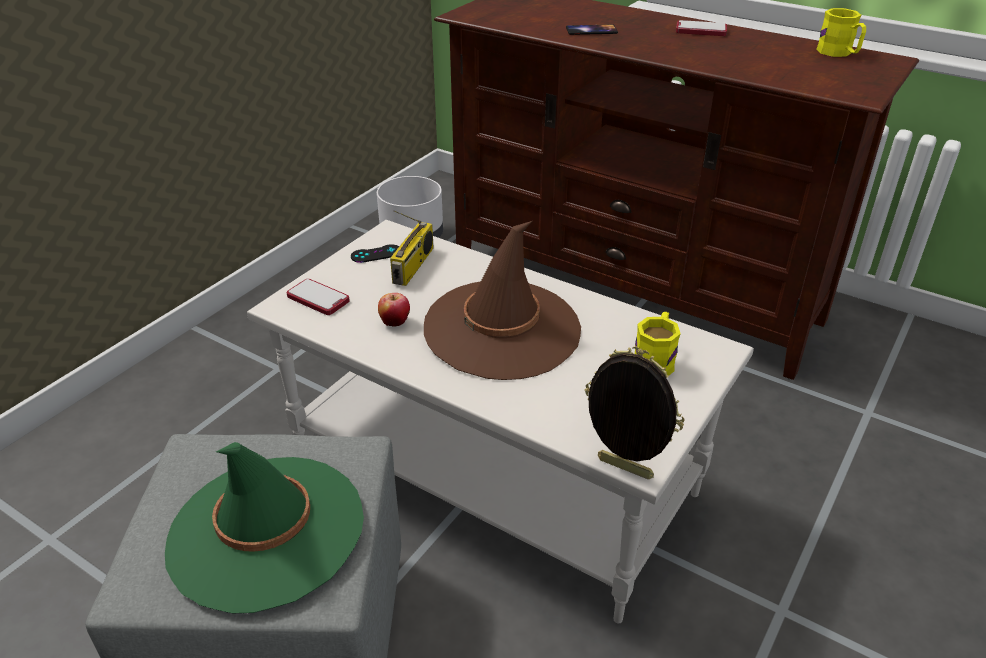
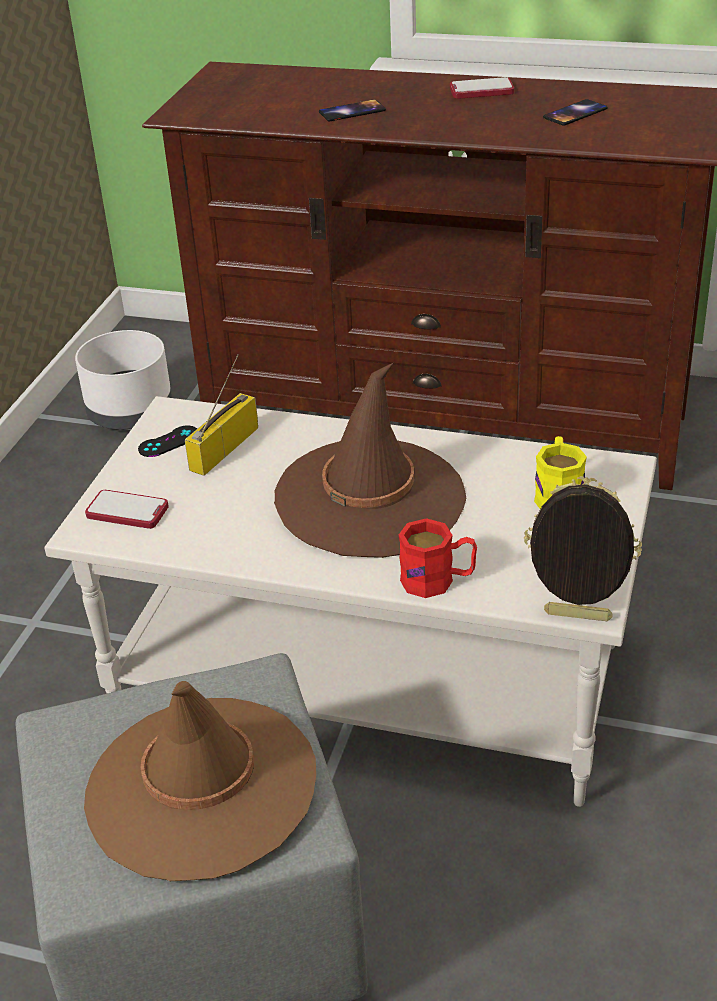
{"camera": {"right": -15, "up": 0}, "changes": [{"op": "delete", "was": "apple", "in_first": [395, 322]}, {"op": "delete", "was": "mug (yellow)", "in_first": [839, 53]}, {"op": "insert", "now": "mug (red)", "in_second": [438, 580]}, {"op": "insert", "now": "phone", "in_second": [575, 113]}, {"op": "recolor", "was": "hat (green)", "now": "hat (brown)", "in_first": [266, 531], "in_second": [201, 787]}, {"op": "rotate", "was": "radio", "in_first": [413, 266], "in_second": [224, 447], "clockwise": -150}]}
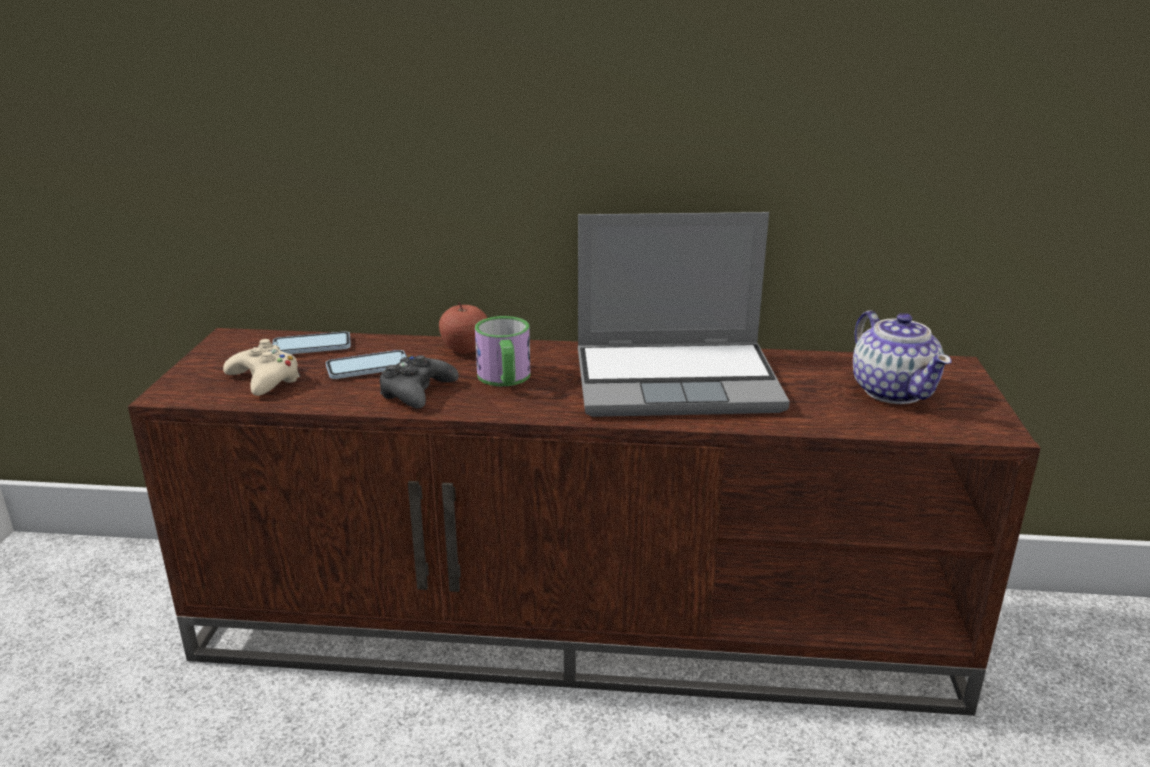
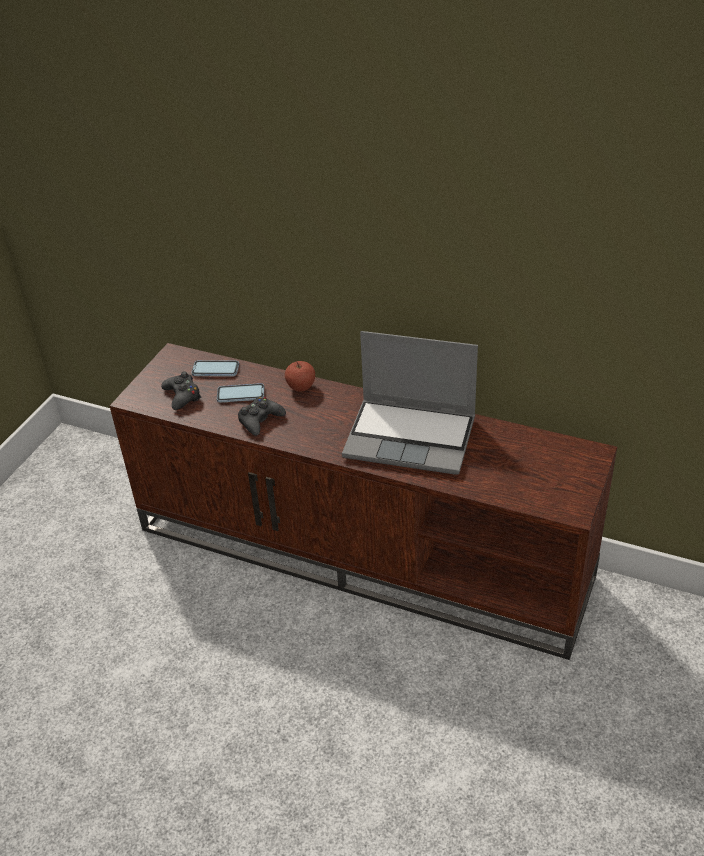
{"camera": {"right": 20, "up": 15}, "changes": [{"op": "delete", "was": "mug", "in_first": [505, 379]}, {"op": "delete", "was": "teapot", "in_first": [893, 391]}, {"op": "recolor", "was": "game controller (beige)", "now": "game controller (black)", "in_first": [265, 380], "in_second": [182, 396]}]}
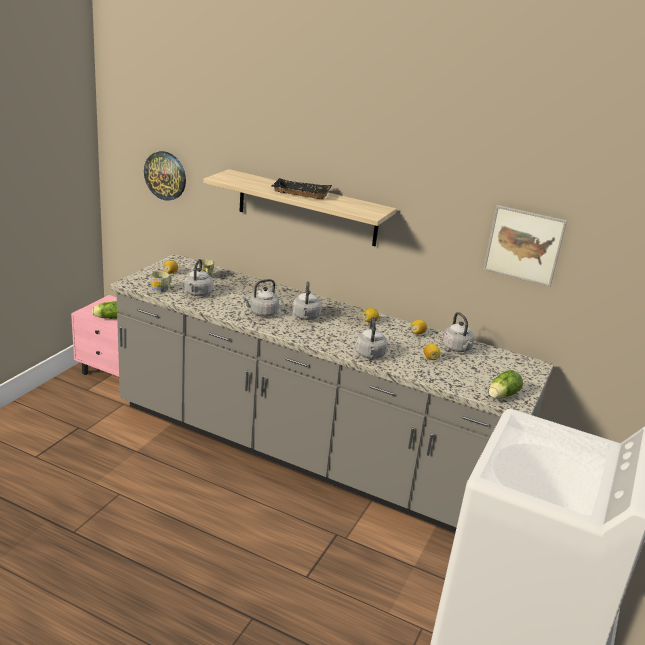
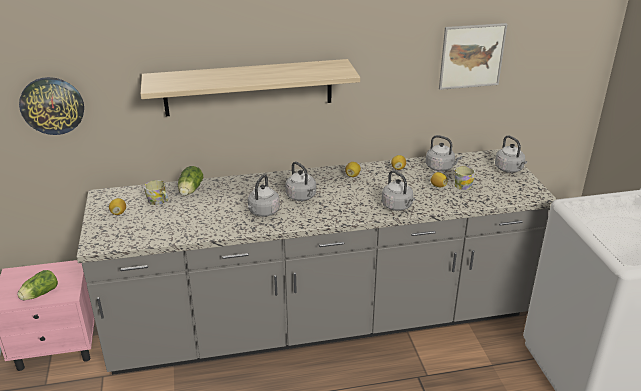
{"camera": {"right": -35, "up": 5}, "changes": [{"op": "delete", "was": "tray (black)", "in_first": [299, 193]}, {"op": "move", "was": "mug", "in_first": [161, 289], "in_second": [462, 184]}, {"op": "move", "was": "kettle (grey)", "in_first": [198, 293], "in_second": [509, 169]}, {"op": "move", "was": "lettuce", "in_first": [501, 396], "in_second": [190, 191]}]}
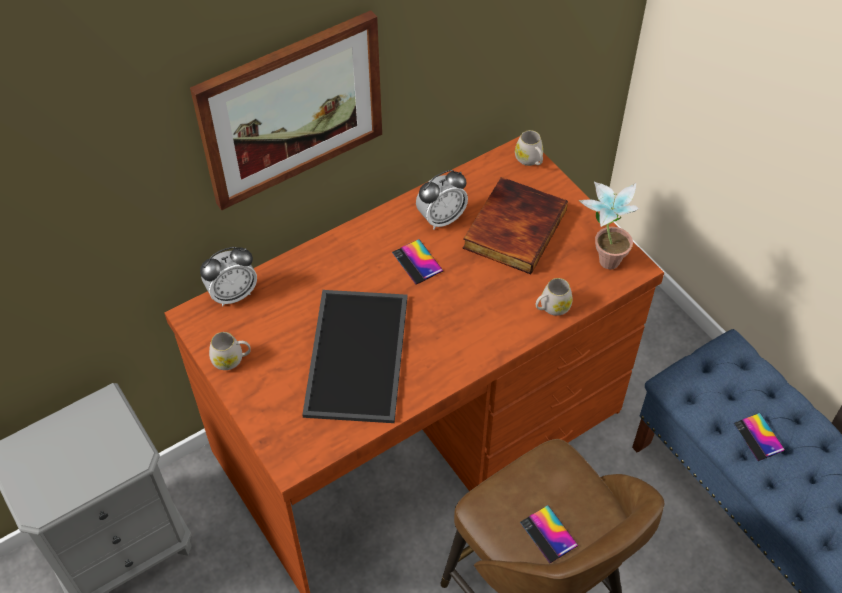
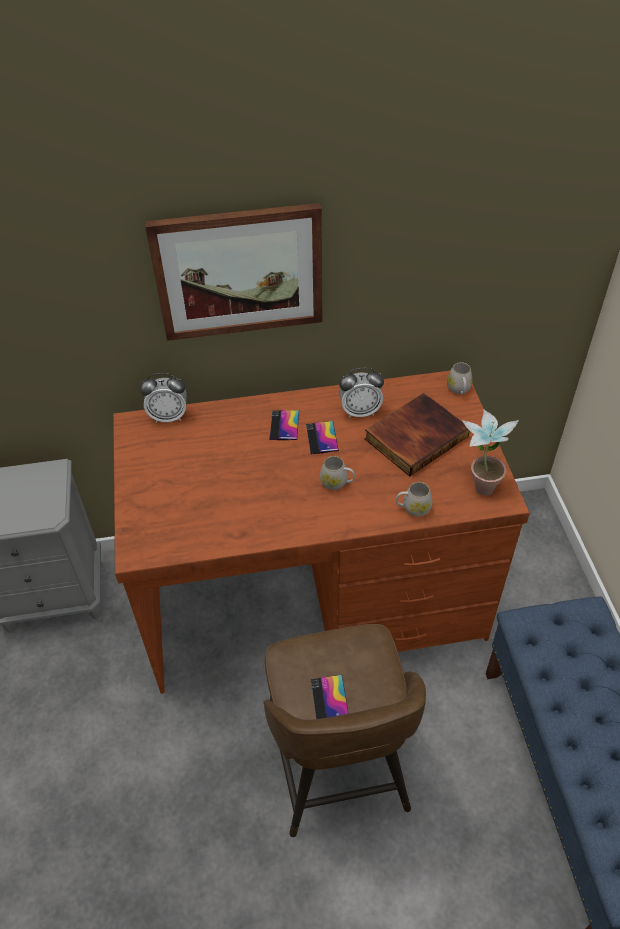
{"camera": {"right": 25, "up": -5}, "changes": [{"op": "delete", "was": "tray", "in_first": [359, 356]}, {"op": "move", "was": "mug (white)", "in_first": [231, 359], "in_second": [337, 483]}, {"op": "move", "was": "phone", "in_first": [758, 437], "in_second": [284, 425]}]}
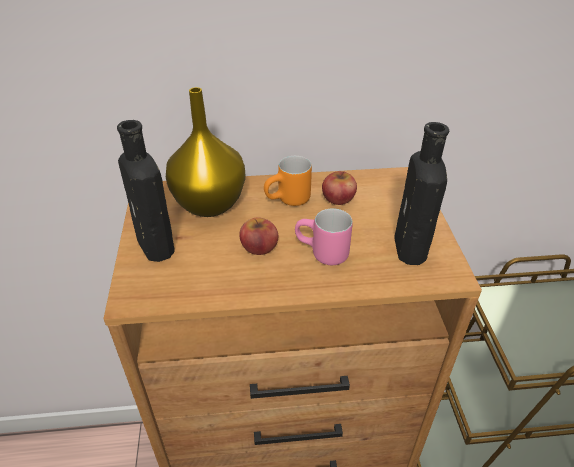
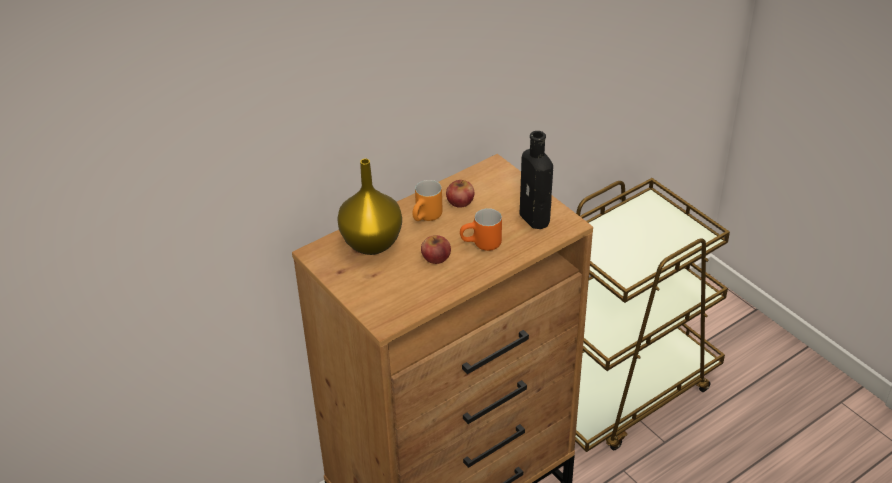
{"camera": {"right": -30, "up": 0}, "changes": [{"op": "delete", "was": "bottle (black)", "in_first": [157, 247]}, {"op": "recolor", "was": "mug (pink)", "now": "mug (orange)", "in_first": [321, 254], "in_second": [481, 245]}]}
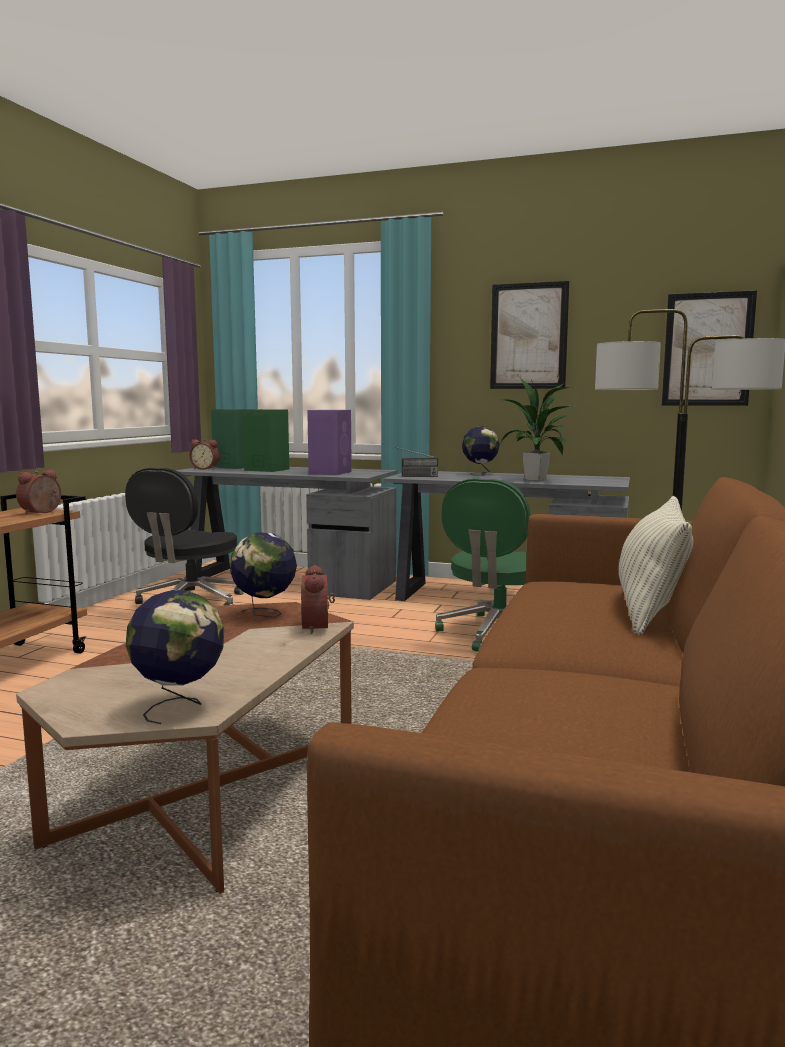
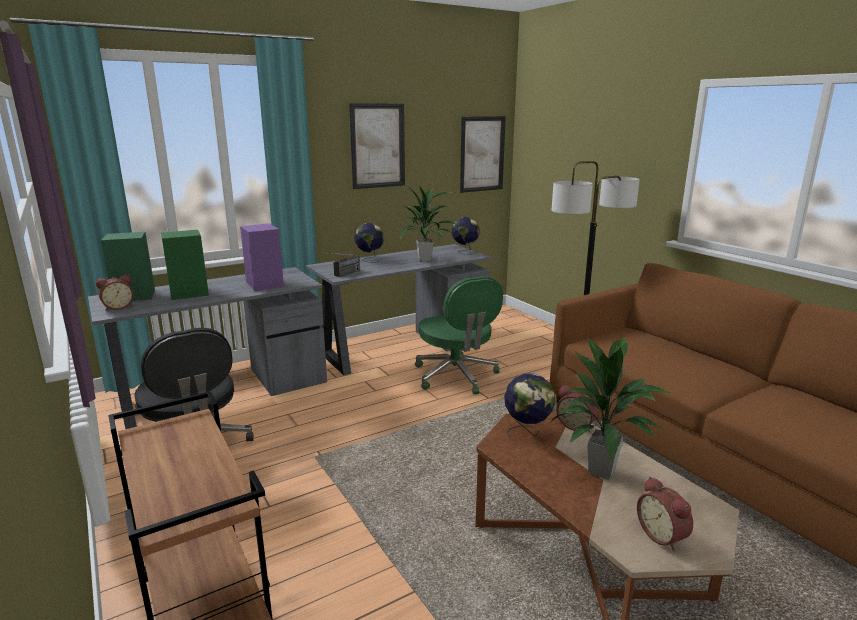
{"camera": {"right": -50, "up": 10}, "changes": [{"op": "delete", "was": "pillow", "in_first": [652, 608]}, {"op": "insert", "now": "potted plant", "in_second": [602, 470]}, {"op": "move", "was": "alarm clock", "in_first": [42, 512], "in_second": [663, 535]}, {"op": "move", "was": "globe", "in_first": [179, 706], "in_second": [465, 252]}]}
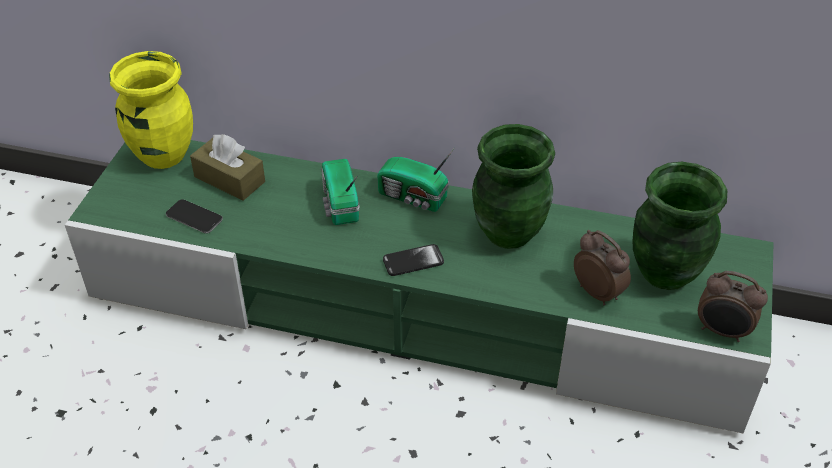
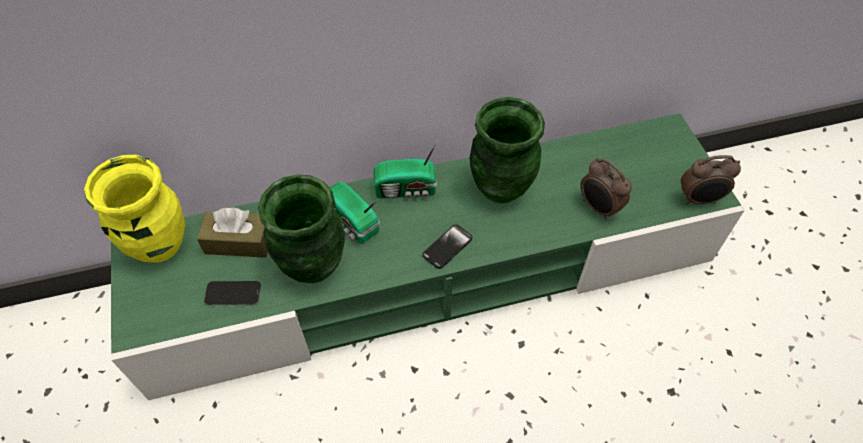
{"camera": {"right": -30, "up": 10}, "changes": [{"op": "move", "was": "vase (green)", "in_first": [664, 272], "in_second": [311, 265]}, {"op": "rotate", "was": "alarm clock", "in_first": [598, 292], "in_second": [598, 208], "clockwise": -150}]}
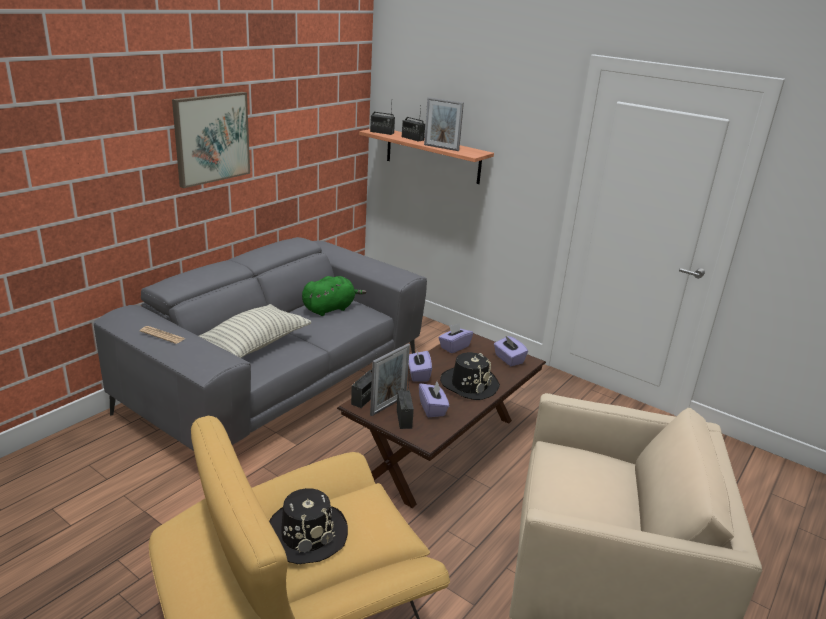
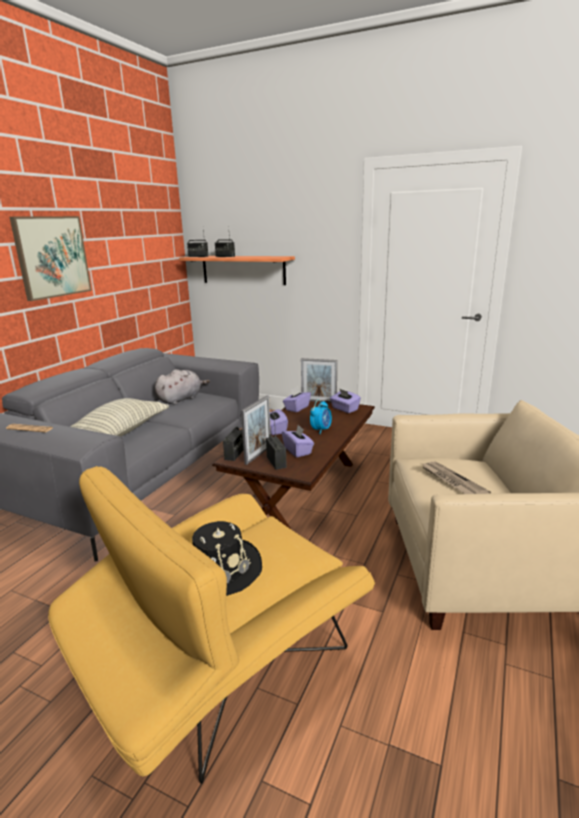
{"camera": {"right": -10, "up": -5}, "changes": [{"op": "insert", "now": "newspaper", "in_second": [452, 481]}, {"op": "move", "was": "picture frame", "in_first": [441, 148], "in_second": [319, 401]}, {"op": "replace", "was": "hat (black)", "now": "alarm clock", "in_first": [469, 384], "in_second": [321, 430]}, {"op": "recolor", "was": "plush toy (green)", "now": "plush toy (grey)", "in_first": [330, 308], "in_second": [181, 399]}]}
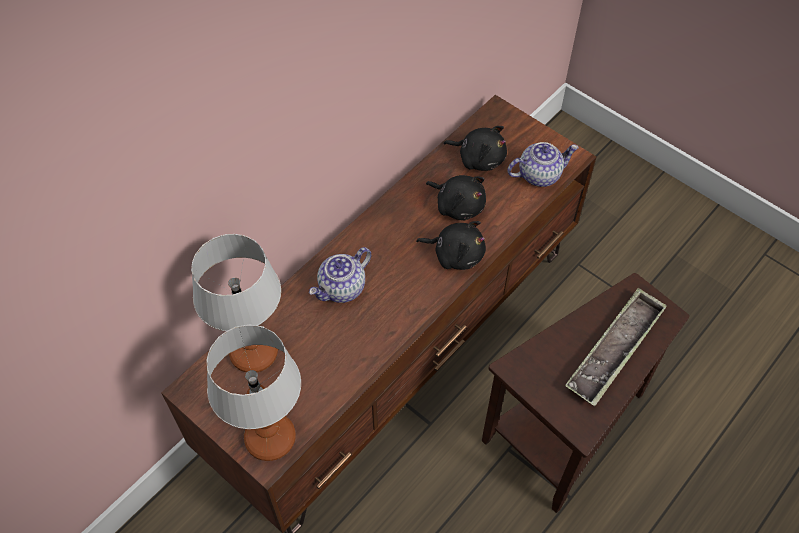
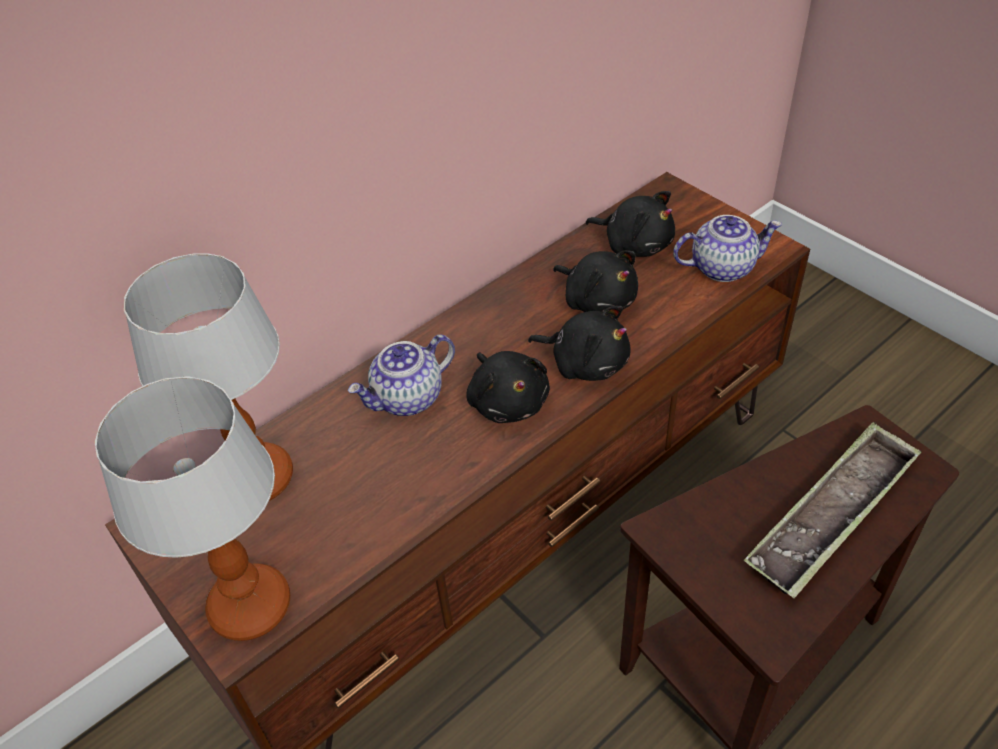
{"camera": {"right": 10, "up": -10}, "changes": [{"op": "insert", "now": "plush toy (black)", "in_second": [508, 401]}]}
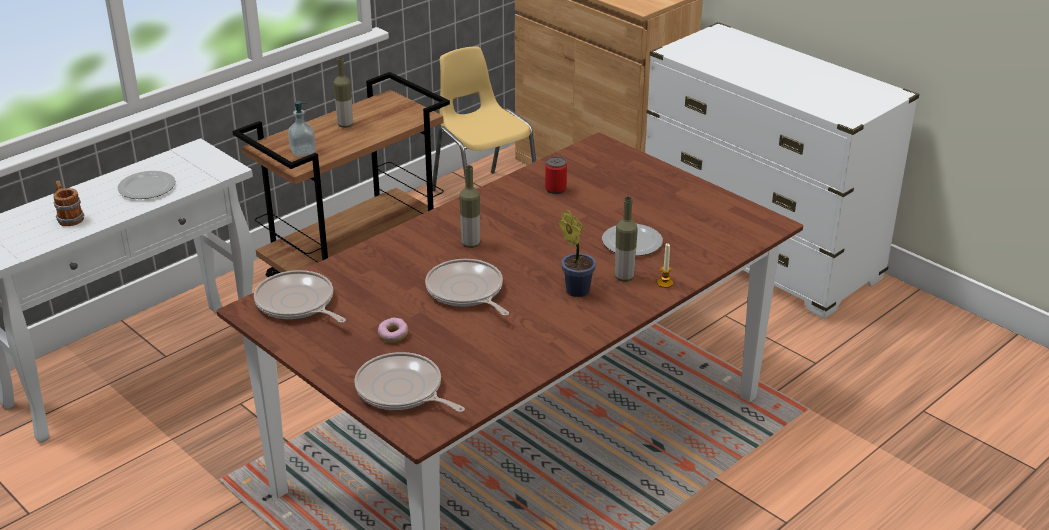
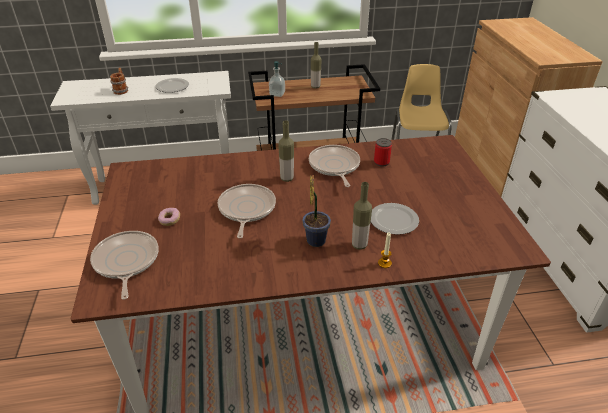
{"camera": {"right": 35, "up": 5}, "changes": [{"op": "move", "was": "frying pan", "in_first": [297, 304], "in_second": [334, 166]}]}
